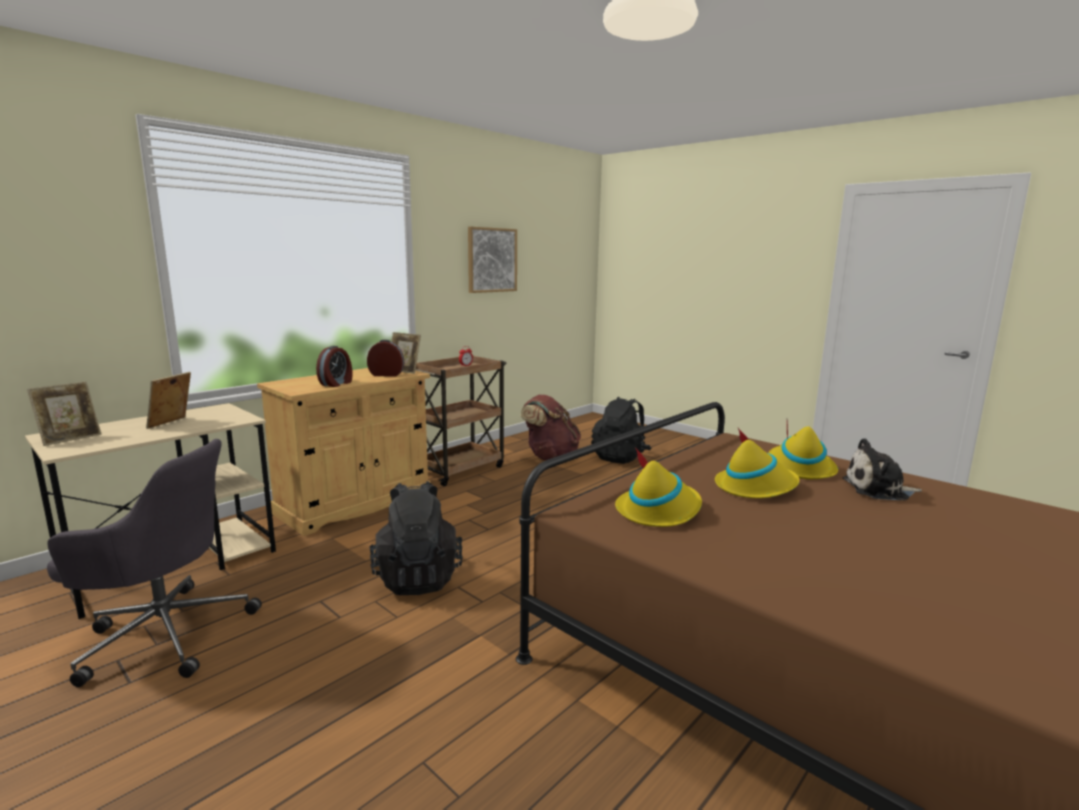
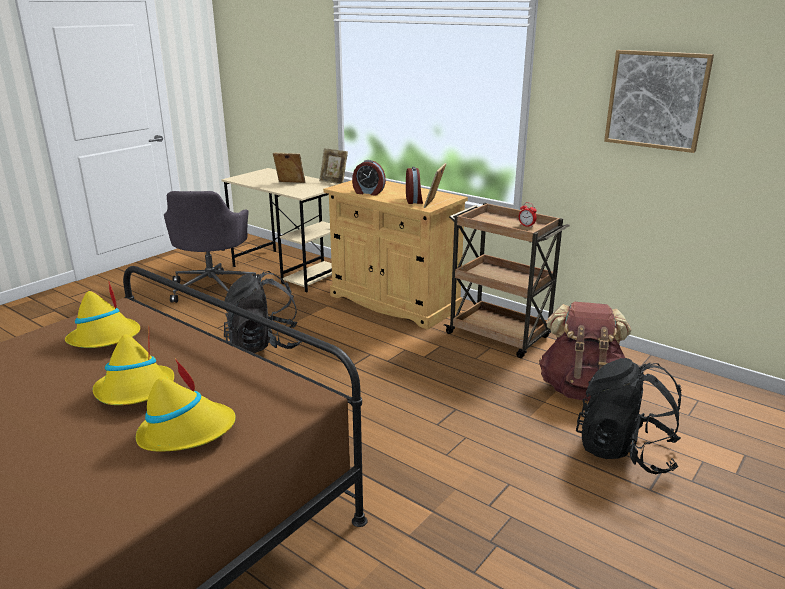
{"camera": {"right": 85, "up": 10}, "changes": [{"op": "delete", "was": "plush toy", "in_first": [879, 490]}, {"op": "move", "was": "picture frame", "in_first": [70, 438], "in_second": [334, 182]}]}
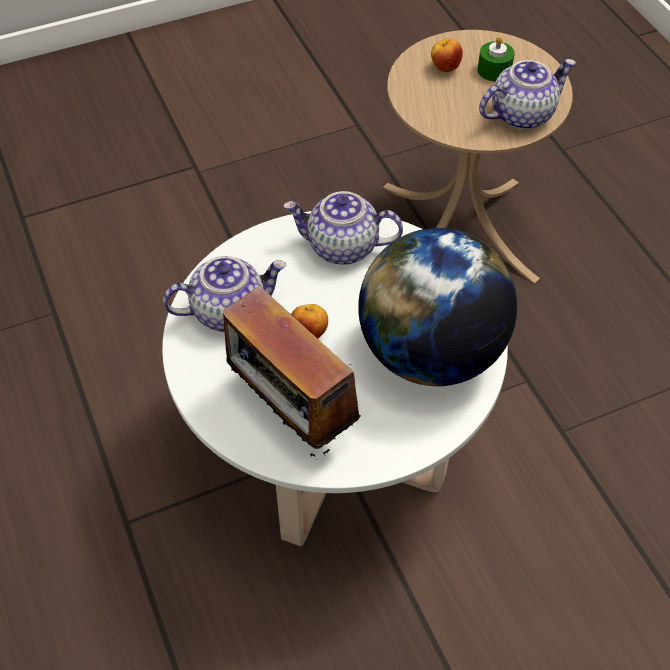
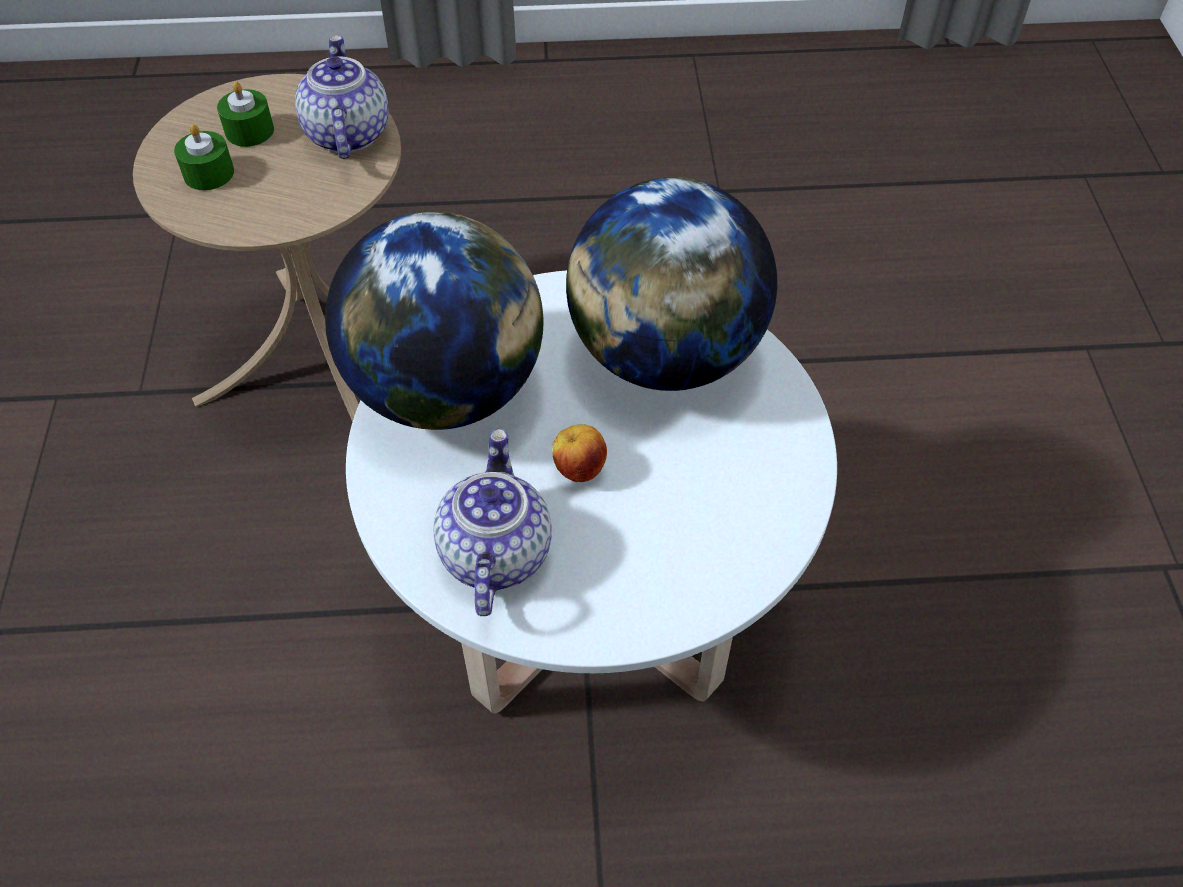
{"camera": {"right": -70, "up": 0}, "changes": [{"op": "delete", "was": "radio", "in_first": [291, 414]}, {"op": "replace", "was": "teapot", "now": "globe", "in_first": [342, 247], "in_second": [446, 390]}, {"op": "replace", "was": "apple", "now": "candle (green)", "in_first": [445, 68], "in_second": [209, 173]}]}
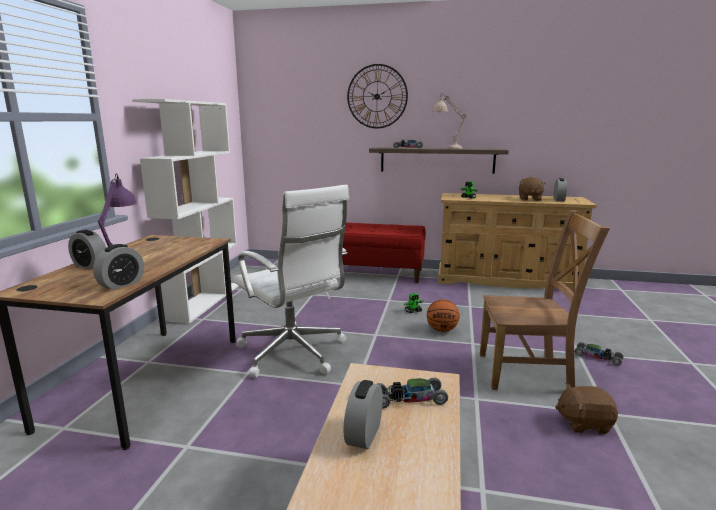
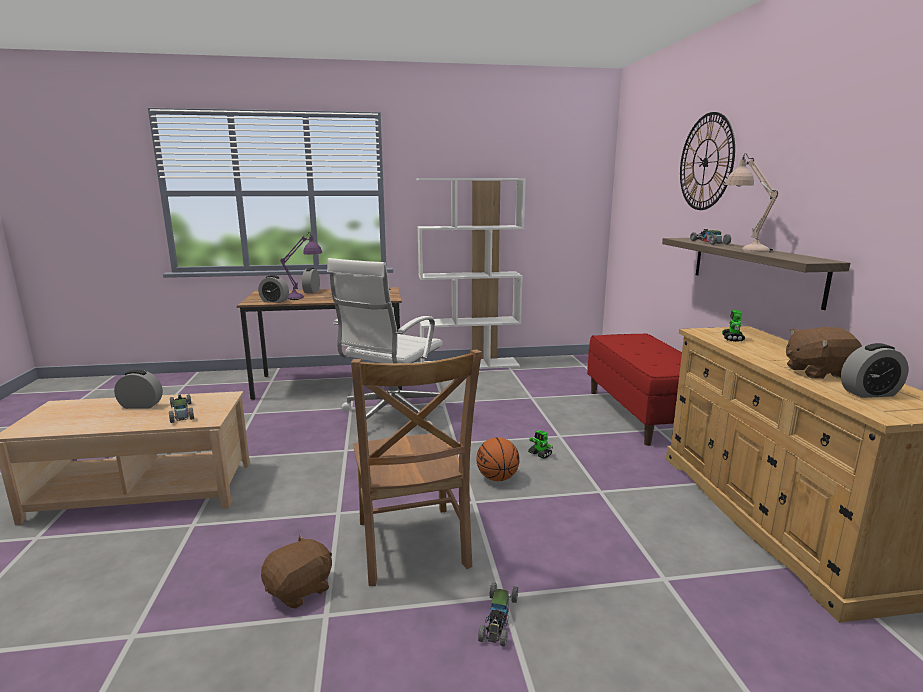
{"camera": {"right": 70, "up": 0}, "changes": [{"op": "rotate", "was": "plush toy (brown)", "in_first": [584, 423], "in_second": [300, 590], "clockwise": 60}]}
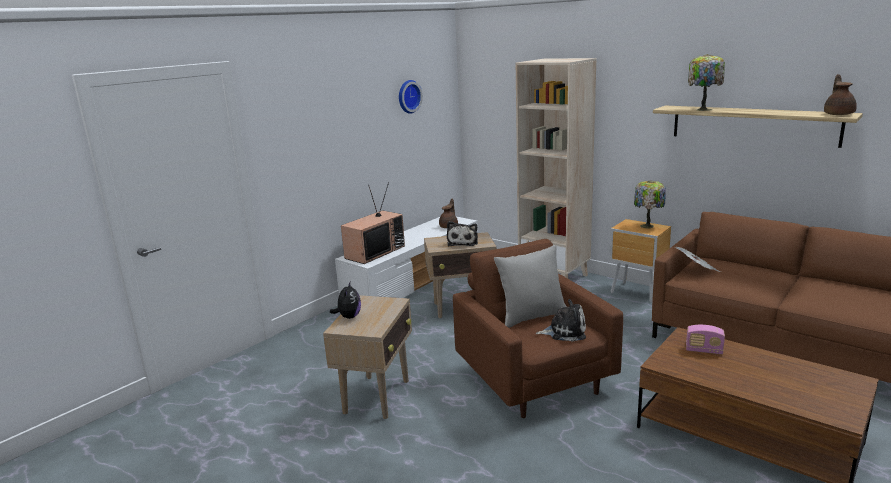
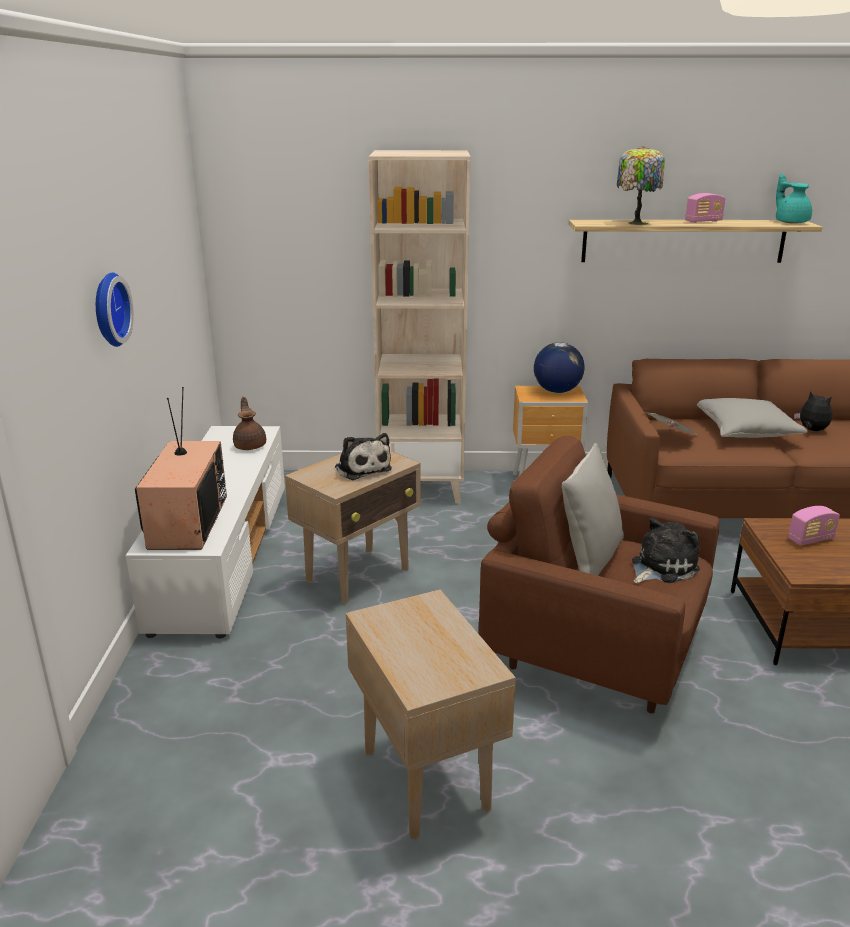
{"camera": {"right": -40, "up": 5}, "changes": [{"op": "insert", "now": "radio", "in_second": [703, 221]}, {"op": "insert", "now": "pillow (grey)", "in_second": [745, 431]}, {"op": "move", "was": "plush toy", "in_first": [348, 317], "in_second": [811, 430]}, {"op": "move", "was": "wall clock", "in_first": [408, 96], "in_second": [107, 309]}, {"op": "replace", "was": "table lamp", "now": "globe", "in_first": [647, 226], "in_second": [557, 391]}, {"op": "recolor", "was": "teapot (brown)", "now": "teapot (turquoise)", "in_first": [838, 114], "in_second": [790, 222]}]}
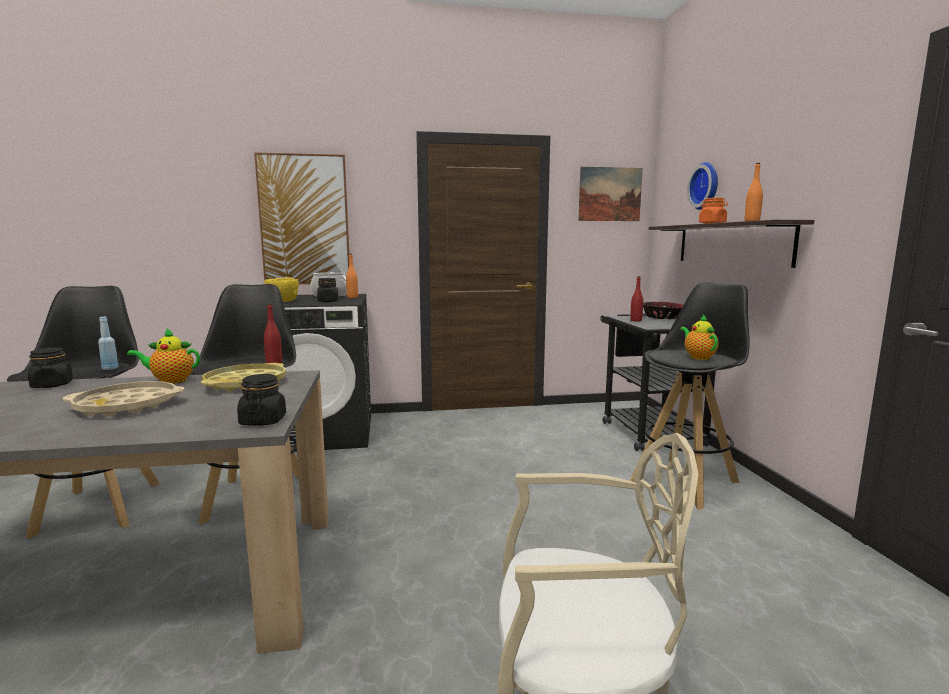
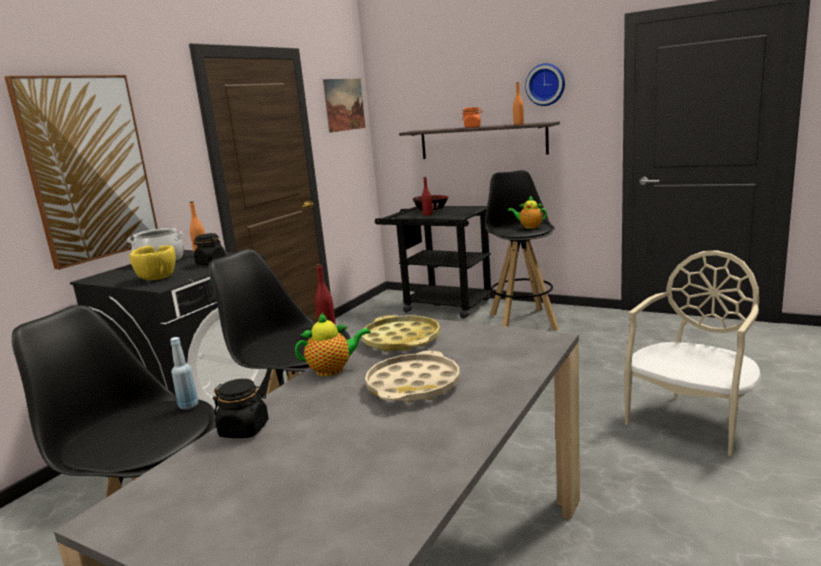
{"camera": {"right": -50, "up": 5}, "changes": [{"op": "delete", "was": "jar (black)", "in_first": [263, 421]}, {"op": "move", "was": "wall clock", "in_first": [706, 186], "in_second": [546, 84]}, {"op": "rotate", "was": "teapot", "in_first": [170, 381], "in_second": [333, 370], "clockwise": -135}]}
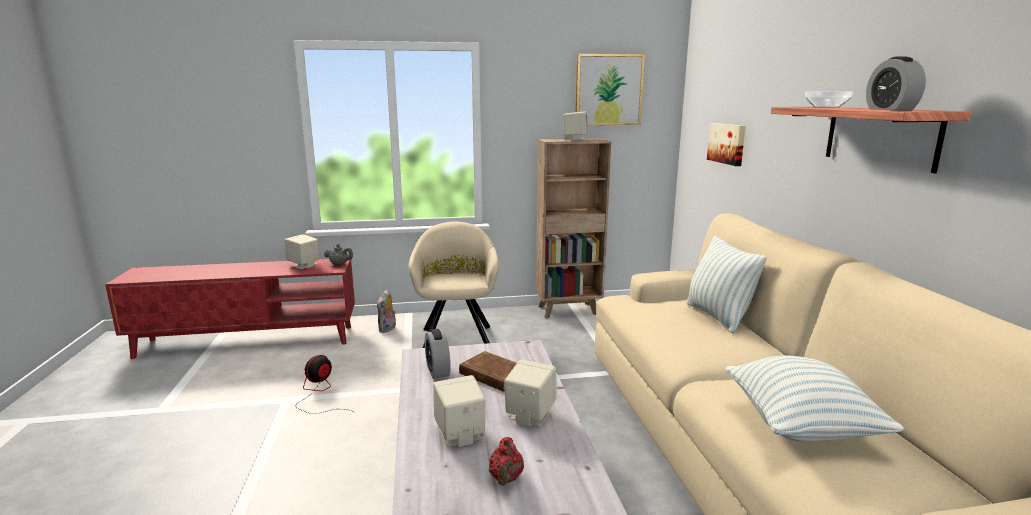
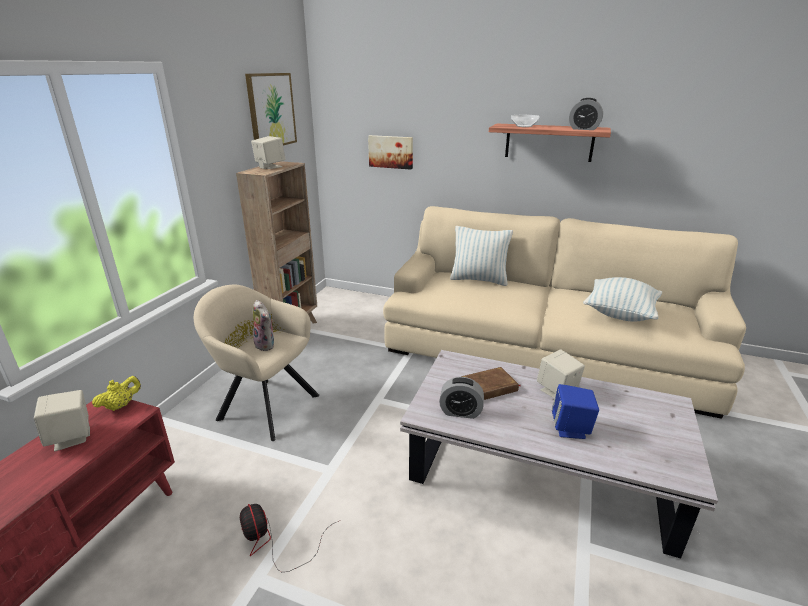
{"camera": {"right": -60, "up": 10}, "changes": [{"op": "delete", "was": "teapot (red)", "in_first": [506, 478]}, {"op": "move", "was": "plush toy", "in_first": [388, 329], "in_second": [267, 345]}, {"op": "recolor", "was": "teapot (grey)", "now": "teapot (yellow)", "in_first": [339, 264], "in_second": [121, 405]}, {"op": "recolor", "was": "speaker (beige)", "now": "speaker (blue)", "in_first": [460, 435], "in_second": [570, 429]}]}
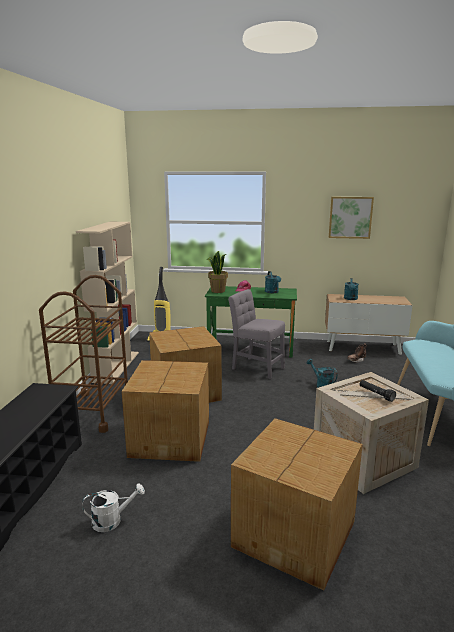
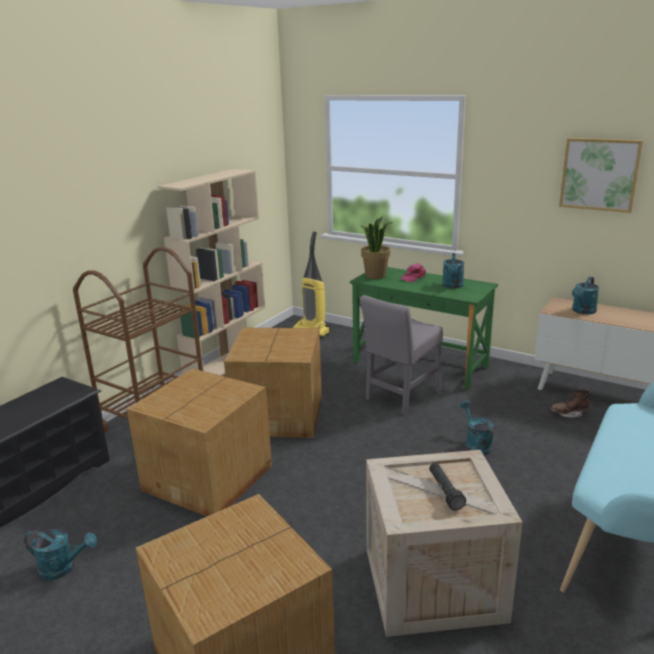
{"camera": {"right": 25, "up": 5}, "changes": [{"op": "recolor", "was": "watering can (white)", "now": "watering can (turquoise)", "in_first": [112, 520], "in_second": [63, 568]}, {"op": "rotate", "was": "chair (grey)", "in_first": [256, 367], "in_second": [401, 396], "clockwise": -105}]}
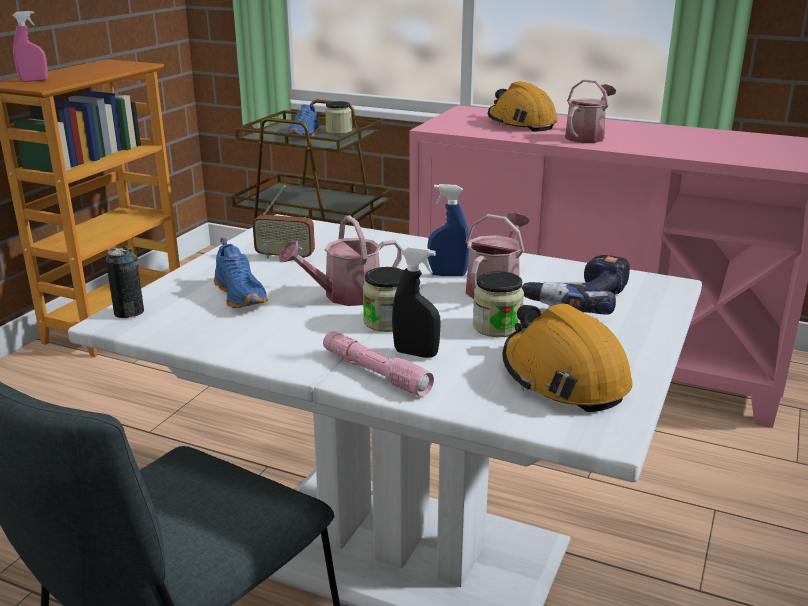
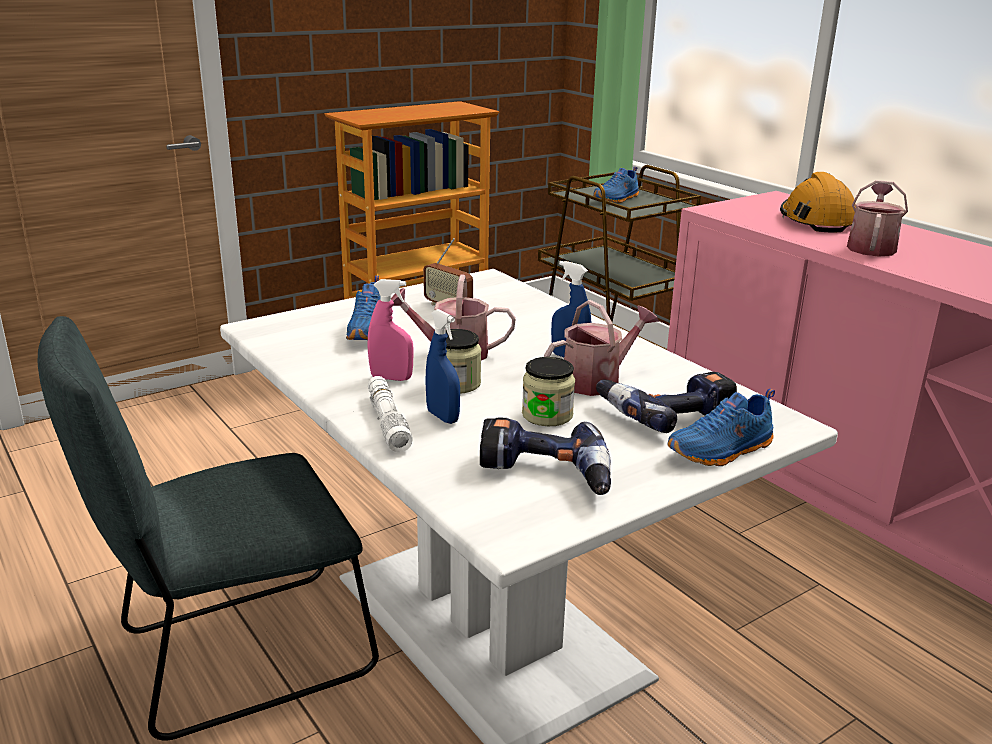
{"camera": {"right": 30, "up": 0}, "changes": [{"op": "delete", "was": "can", "in_first": [129, 312]}, {"op": "delete", "was": "jar", "in_first": [339, 131]}, {"op": "insert", "now": "shoe (blue)", "in_second": [722, 451]}, {"op": "move", "was": "spray bottle (pink)", "in_first": [34, 80], "in_second": [391, 378]}, {"op": "replace", "was": "hard hat (orange)", "now": "power drill", "in_first": [563, 377], "in_second": [543, 476]}, {"op": "recolor", "was": "flashlight (pink)", "now": "flashlight (white)", "in_first": [375, 372], "in_second": [388, 422]}, {"op": "recolor", "was": "spray bottle (black)", "now": "spray bottle (blue)", "in_first": [415, 354], "in_second": [442, 417]}, {"op": "rotate", "was": "watering can", "in_first": [587, 137], "in_second": [871, 247], "clockwise": -45}]}
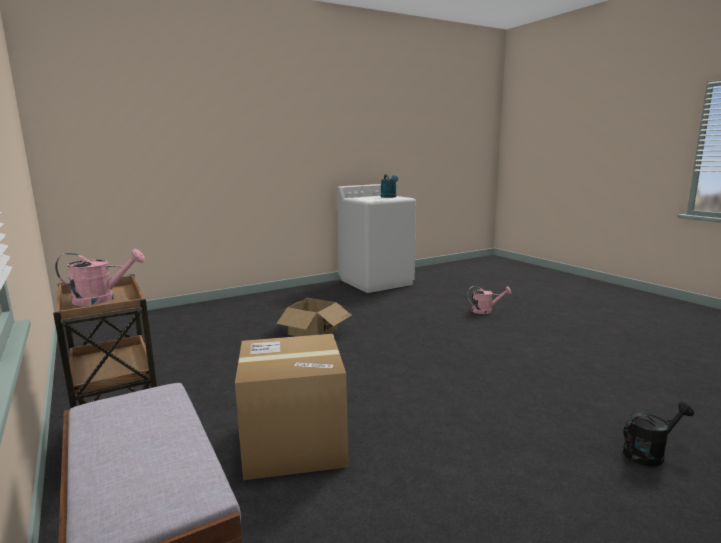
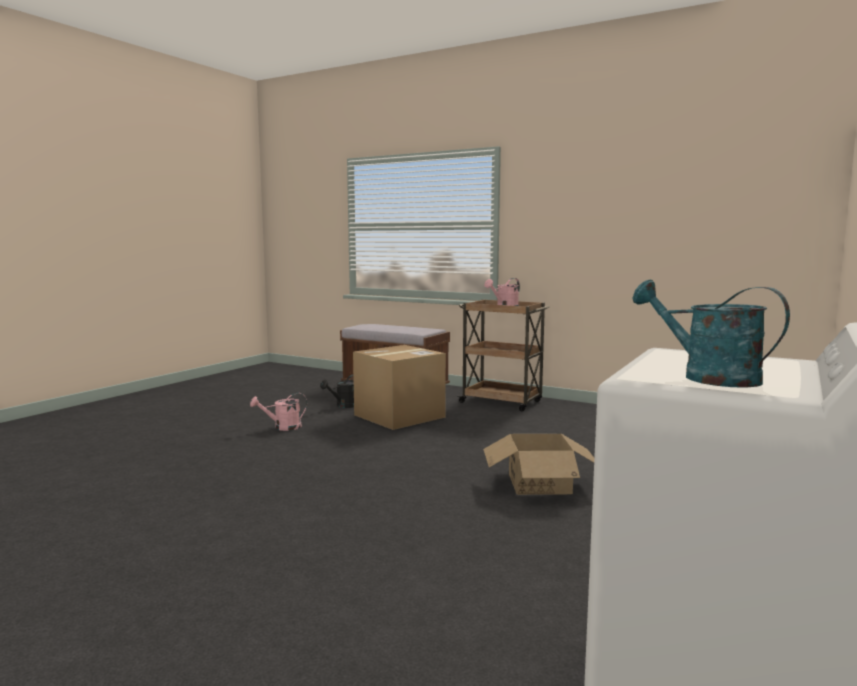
{"camera": {"right": 150, "up": -5}, "changes": [{"op": "move", "was": "watering can (pink)", "in_first": [485, 311], "in_second": [283, 427]}, {"op": "move", "was": "watering can (black)", "in_first": [649, 453], "in_second": [344, 406]}]}
